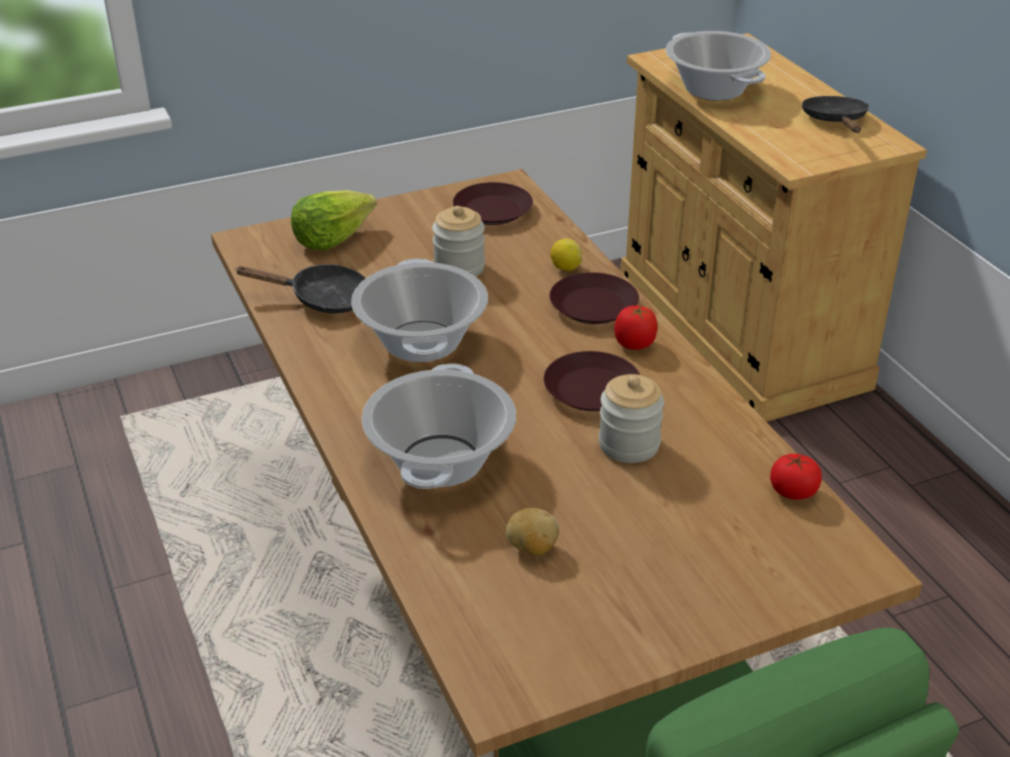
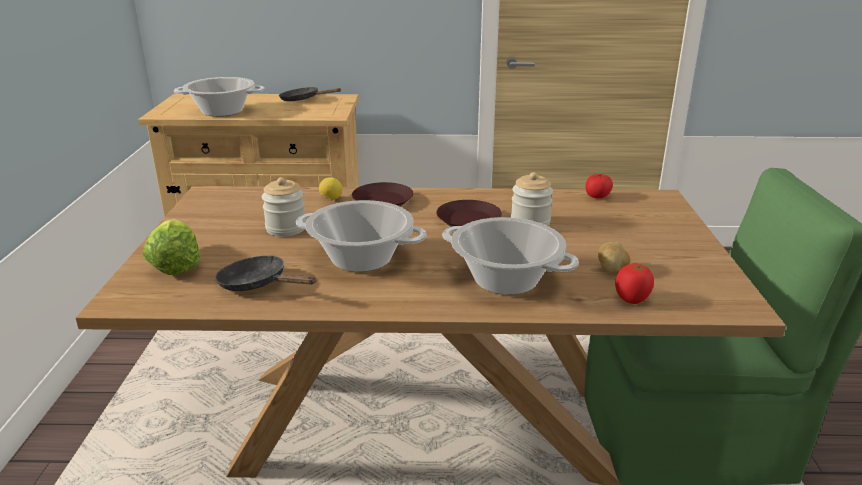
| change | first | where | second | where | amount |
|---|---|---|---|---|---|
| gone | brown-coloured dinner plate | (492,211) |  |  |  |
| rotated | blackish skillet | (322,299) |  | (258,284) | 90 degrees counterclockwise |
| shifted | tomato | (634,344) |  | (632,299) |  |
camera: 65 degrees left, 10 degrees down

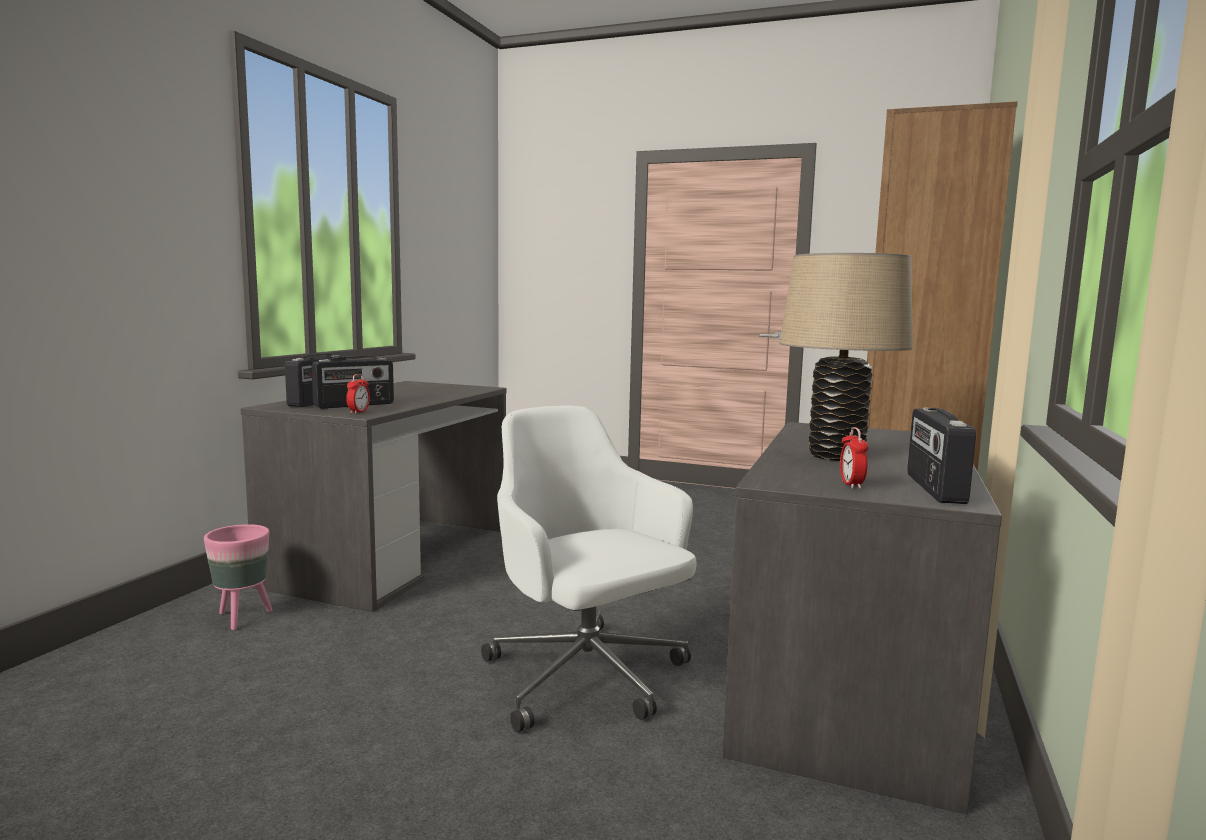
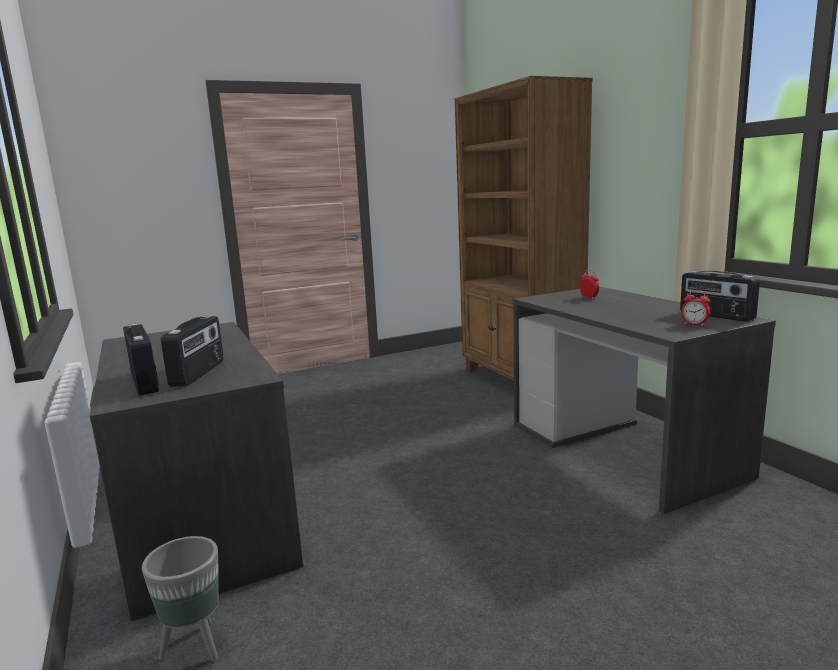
| change | first | where | second | where | amount |
|---|---|---|---|---|---|
| gone | beige-coloured lamp for a table | (836,456) |  |  |  |
| shifted | alarm clock | (358,412) |  | (589,298) |  |
| gone | white computer chair | (587,678) |  |  |  |
| repainted | pink plant pot | (242,618) | gray plant pot | (196,646) |  |
camera: 45 degrees left, 5 degrees up

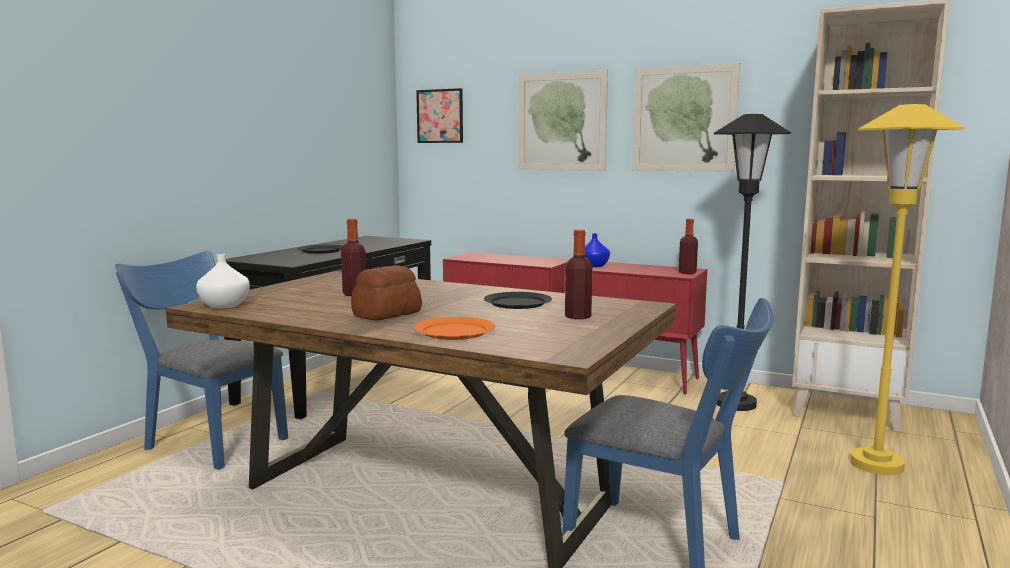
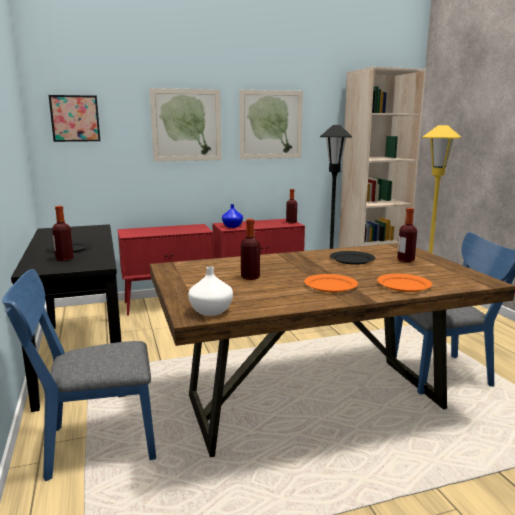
| change | first | where | second | where | amount |
|---|---|---|---|---|---|
| swapped | bakery bread | (386,314) | orange dinner plate | (330,285) |  |
| new |  |  | bottle | (64,259) |  |
camera: 45 degrees left, 5 degrees up

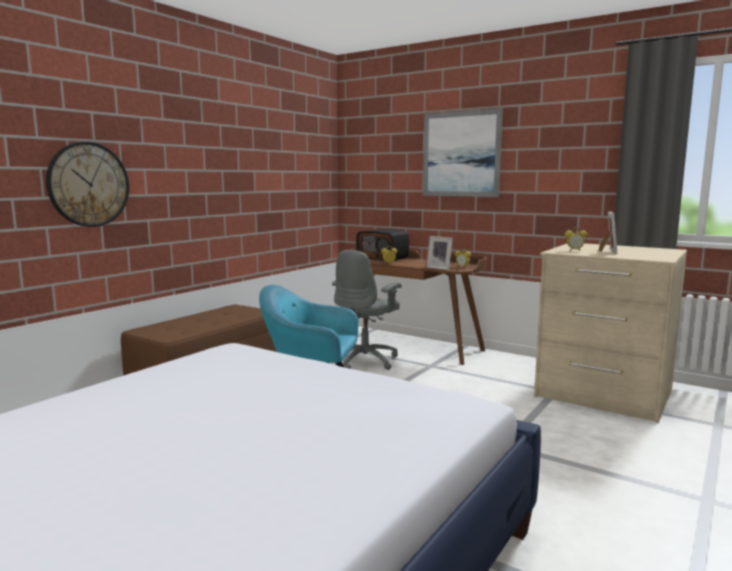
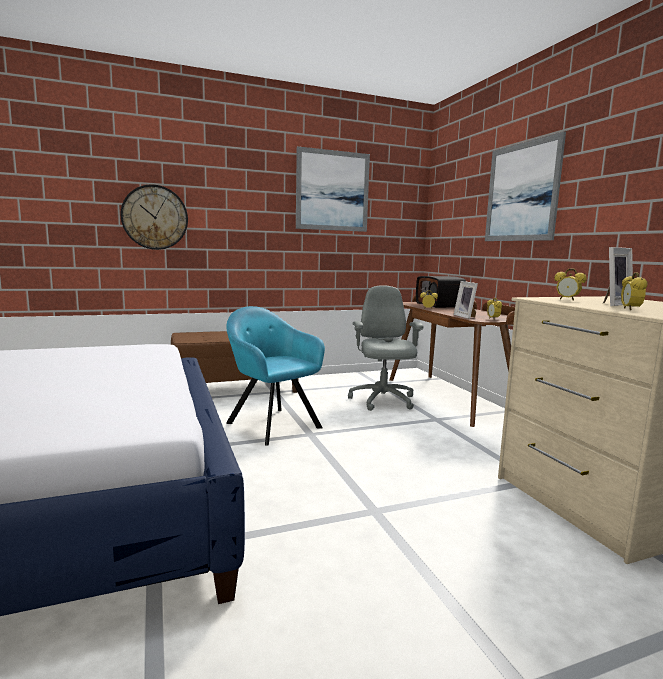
| change | first | where | second | where | amount |
|---|---|---|---|---|---|
| rotated | gray computer chair | (365,361) |  | (382,401) | 105 degrees clockwise |
| new |  |  | wall picture | (332,191) |  |
| new |  |  | alarm clock | (630,309) |  |
camera: 35 degrees right, 0 degrees up

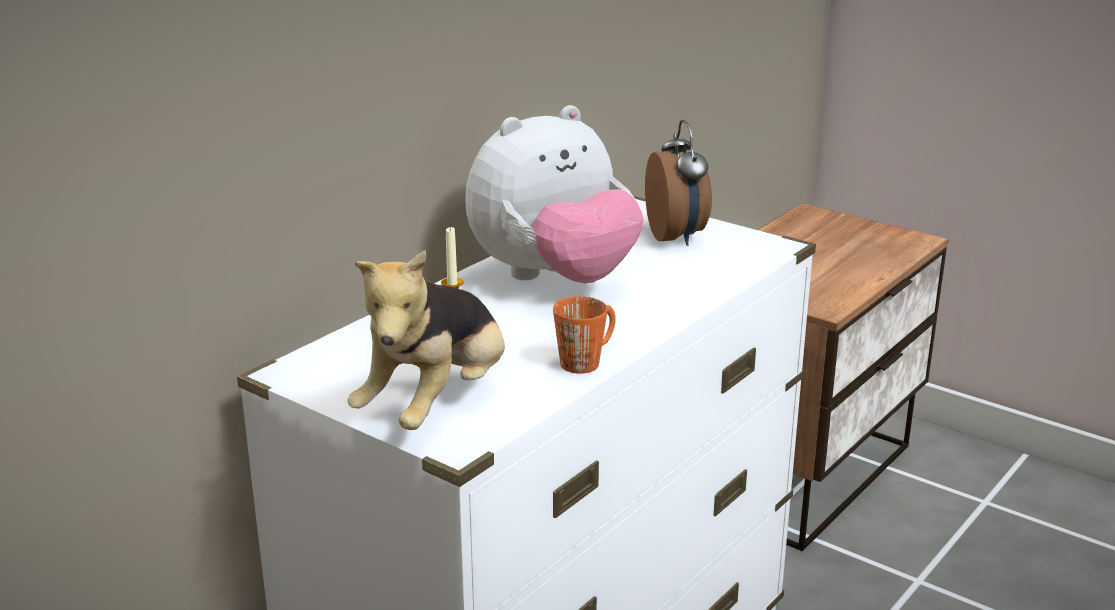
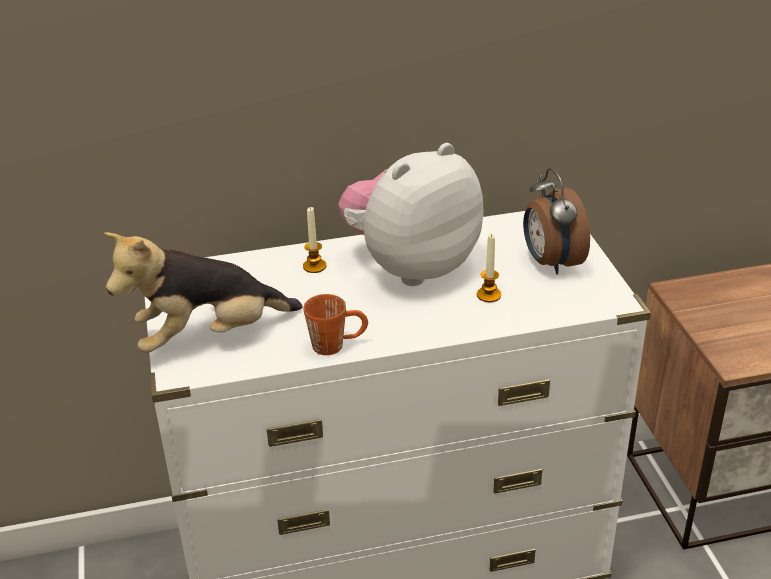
| change | first | where | second | where | amount |
|---|---|---|---|---|---|
| rotated | cuddly toy | (554,279) |  | (411,266) | 135 degrees clockwise |
| rotated | alarm clock | (677,237) |  | (550,262) | 135 degrees clockwise |
| new |  |  | wax light | (488,295) |  |
camera: 40 degrees right, 10 degrees up

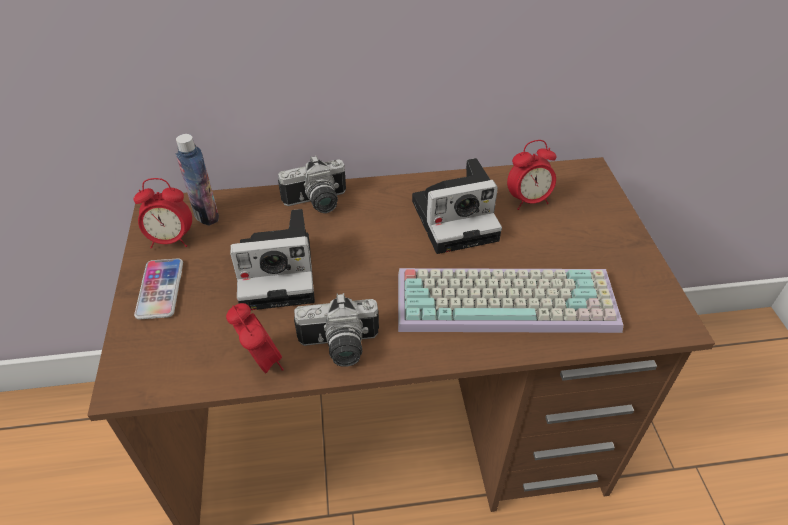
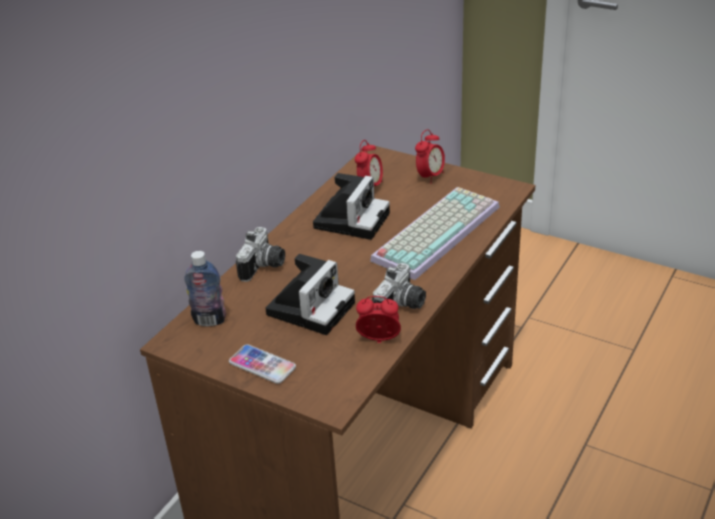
| change | first | where | second | where | amount |
|---|---|---|---|---|---|
| shifted | alarm clock | (171,240) |  | (430,177) |  |
camera: 50 degrees left, 10 degrees down

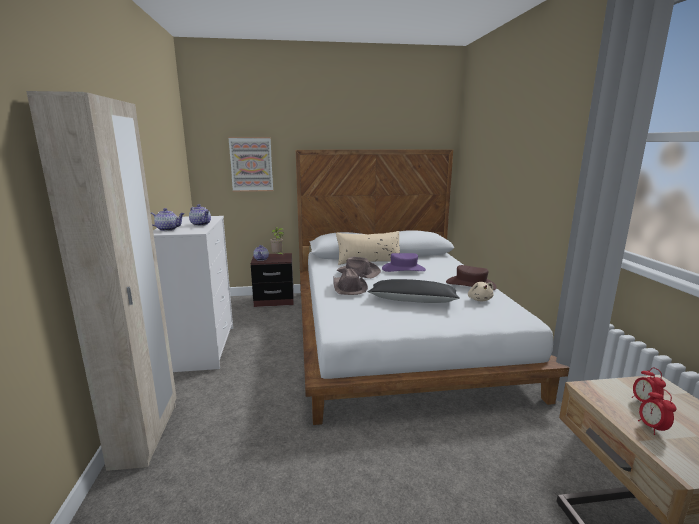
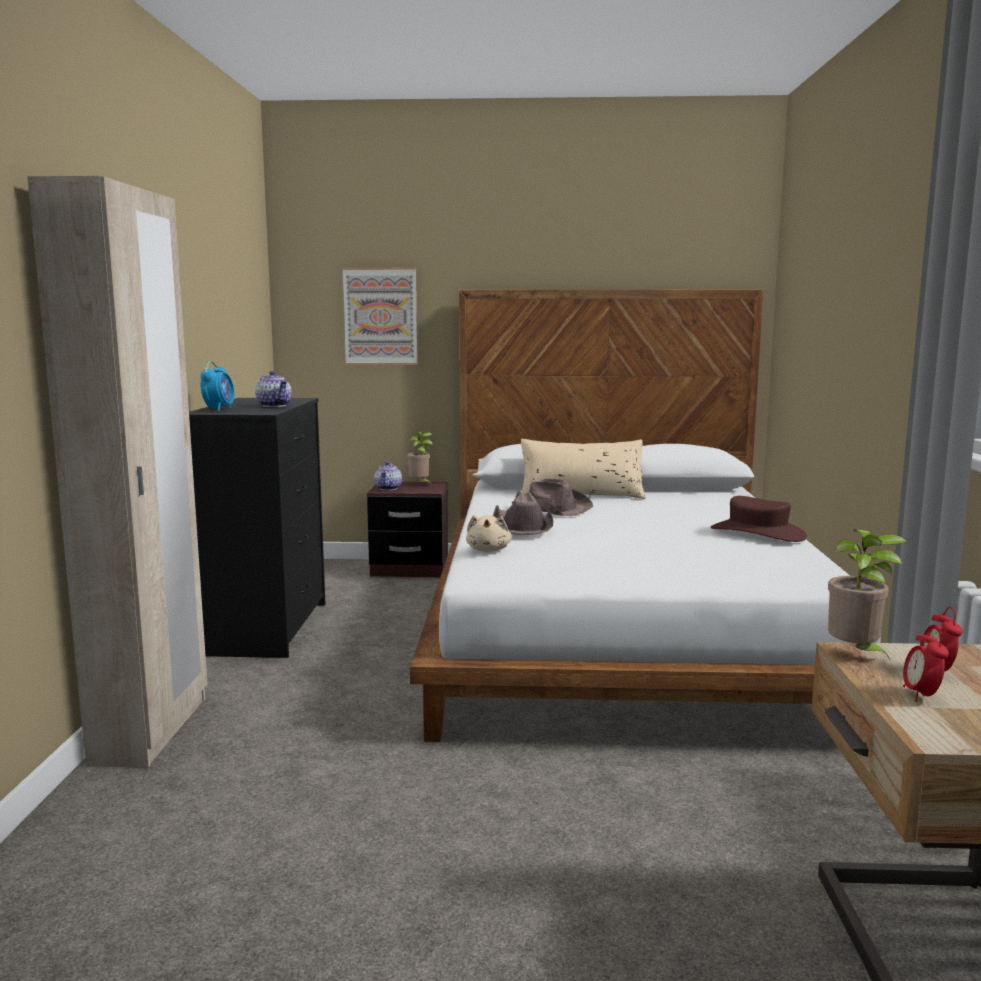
| change | first | where | second | where | amount |
|---|---|---|---|---|---|
| swapped | teapot | (168,229) | alarm clock | (219,409) |  |
| repainted | white dresser | (203,347) | blackish dresser | (267,627) |  |
| gone | purple clothing hat | (403,269) |  |  |  |
| gone | blackish cushion | (412,300) |  |  |  |
| shifted | beige-coloured cuddly toy | (479,299) |  | (488,550) |  |
| new |  |  | plant in a pot | (856,655) |  |
camera: 10 degrees right, 5 degrees down

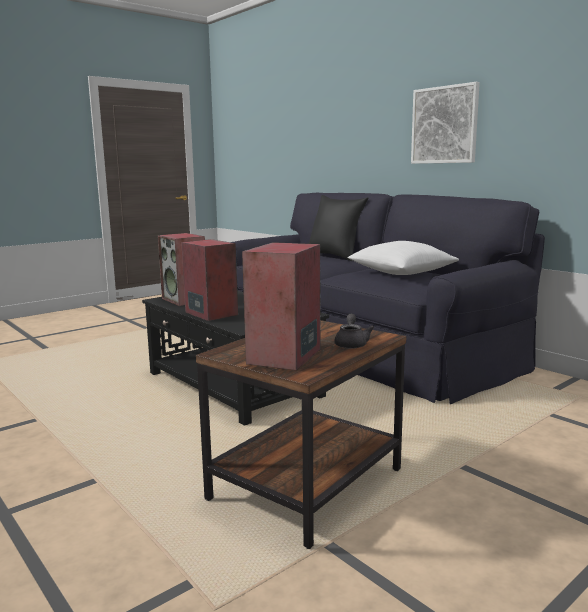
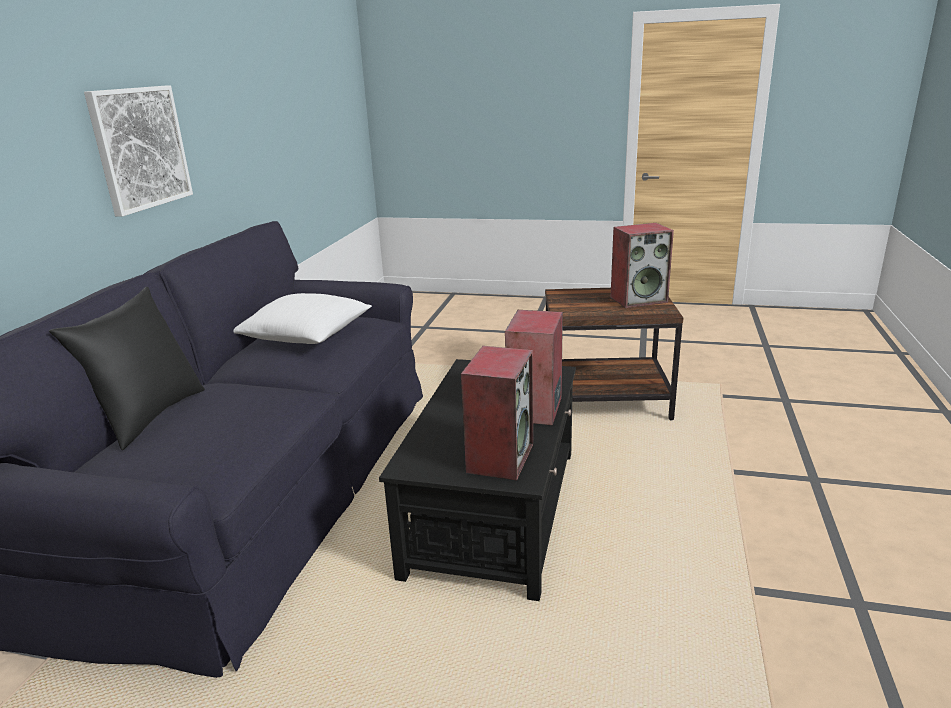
| change | first | where | second | where | amount |
|---|---|---|---|---|---|
| gone | gray teapot | (351,343) |  |  |  |
camera: 125 degrees left, 10 degrees up

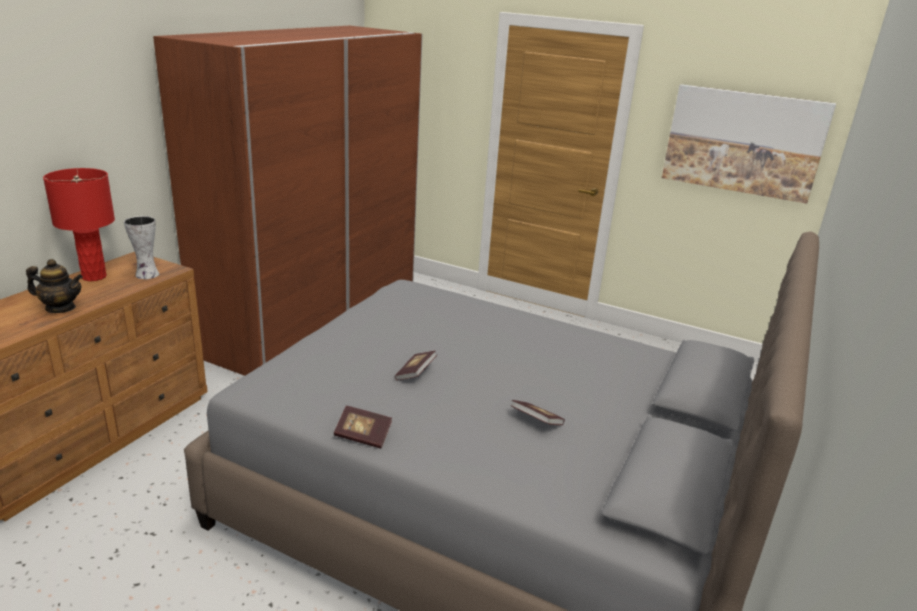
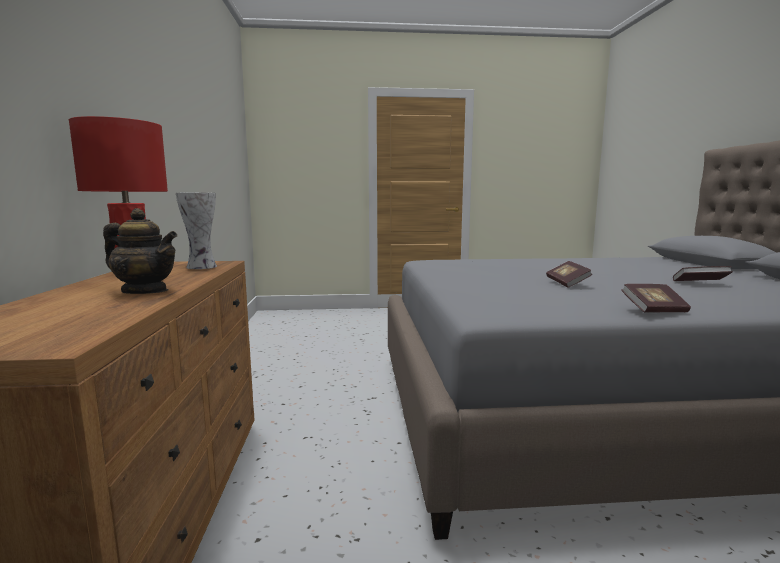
| change | first | where | second | where | amount |
|---|---|---|---|---|---|
| gone | brown-coloured wardrobe | (314,316) |  |  |  |
| gone | wall picture | (743,142) |  |  |  |
| rotated | teapot | (60,308) |  | (145,291) | 45 degrees clockwise |
camera: 30 degrees left, 15 degrees down

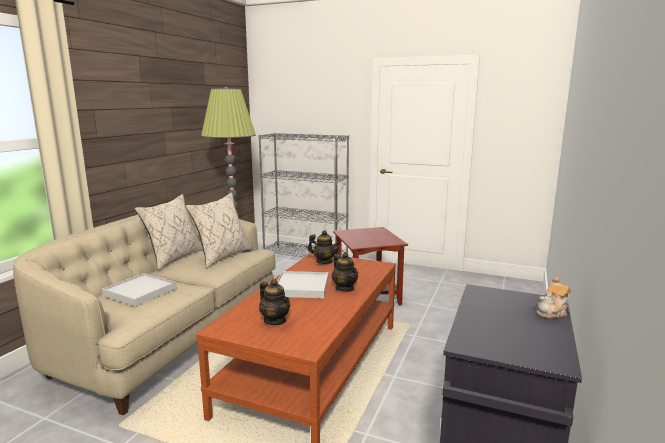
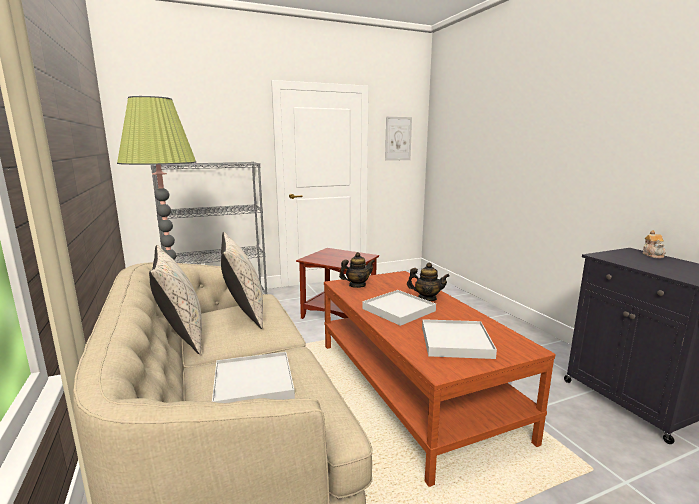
| change | first | where | second | where | amount |
|---|---|---|---|---|---|
| swapped | teapot | (275,320) | white serving tray | (455,342) |  |
| new |  |  | wall picture | (398,138) |  |
camera: 45 degrees left, 0 degrees up

